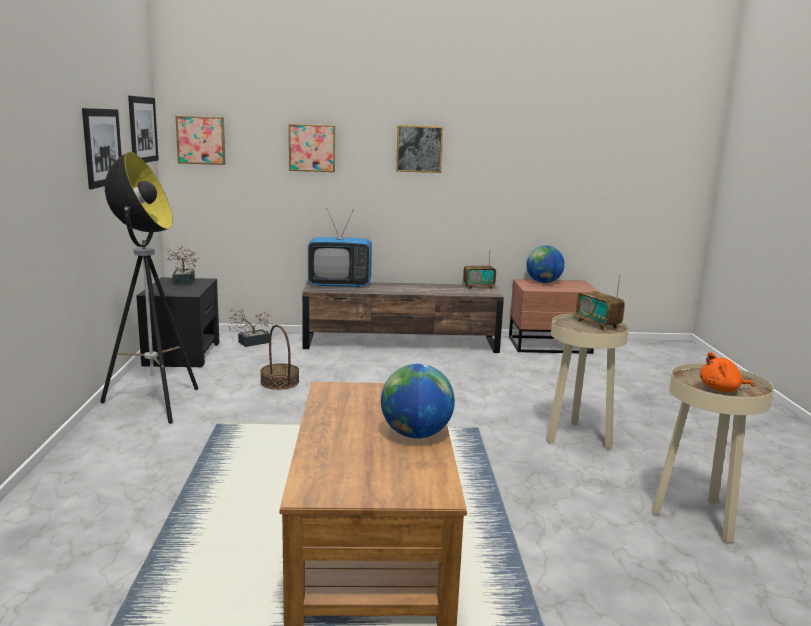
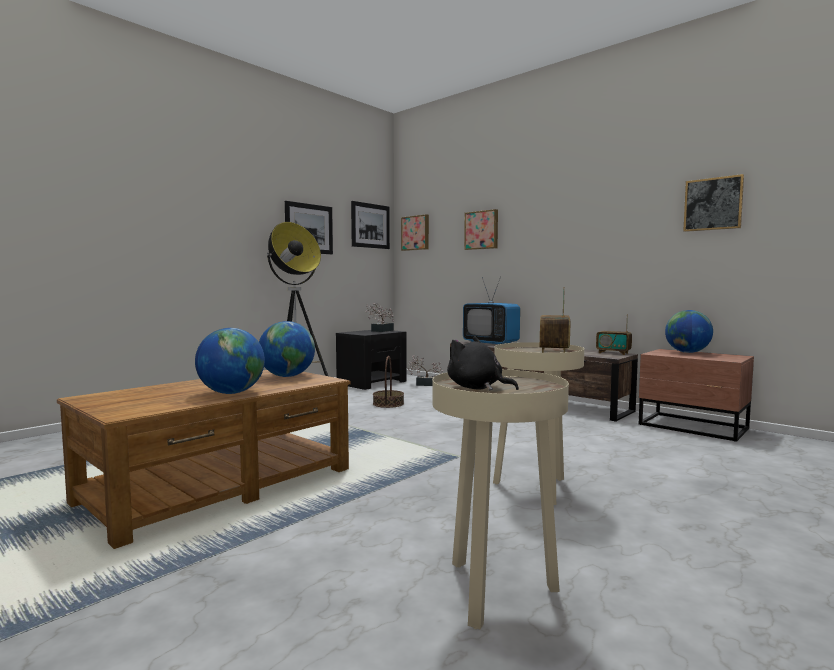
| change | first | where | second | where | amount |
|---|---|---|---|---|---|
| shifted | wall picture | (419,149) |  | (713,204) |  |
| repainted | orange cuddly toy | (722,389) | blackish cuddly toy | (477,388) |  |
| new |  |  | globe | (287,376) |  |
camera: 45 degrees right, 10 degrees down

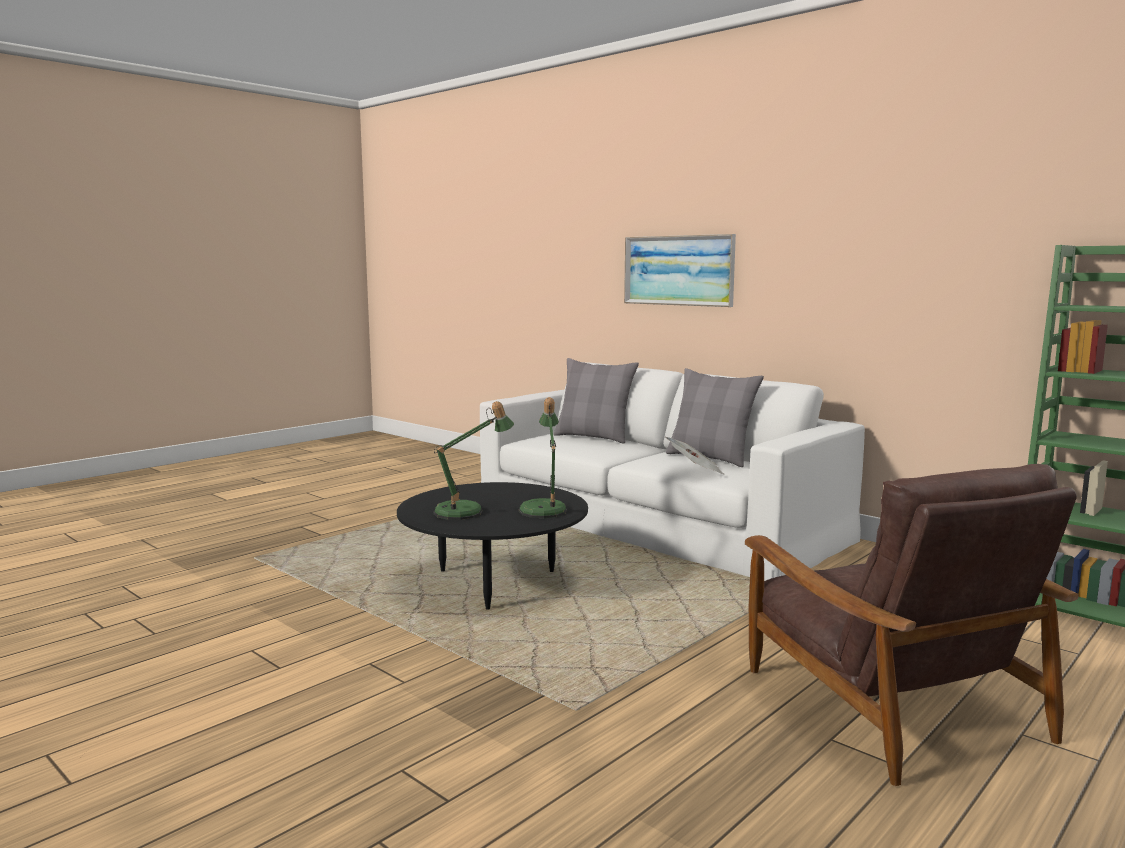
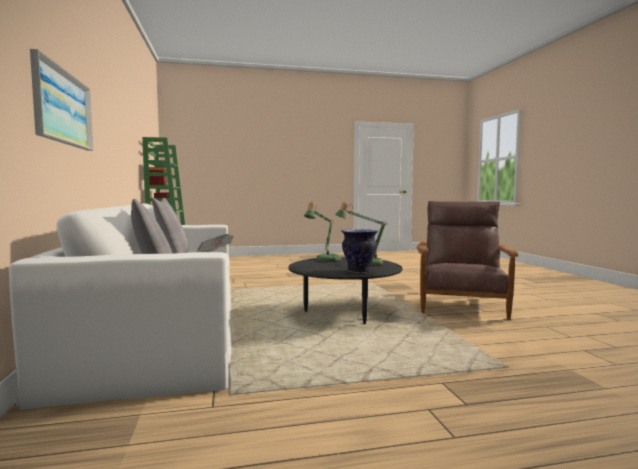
| change | first | where | second | where | amount |
|---|---|---|---|---|---|
| shifted | brown-coloured armchair | (888,702) |  | (461,304) |  |
| new |  |  | vase | (359,271) |  |
camera: 145 degrees left, 5 degrees down

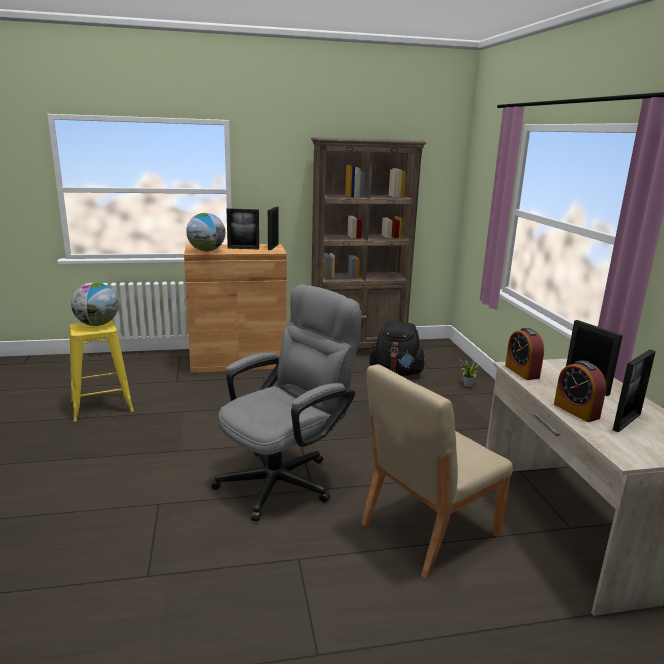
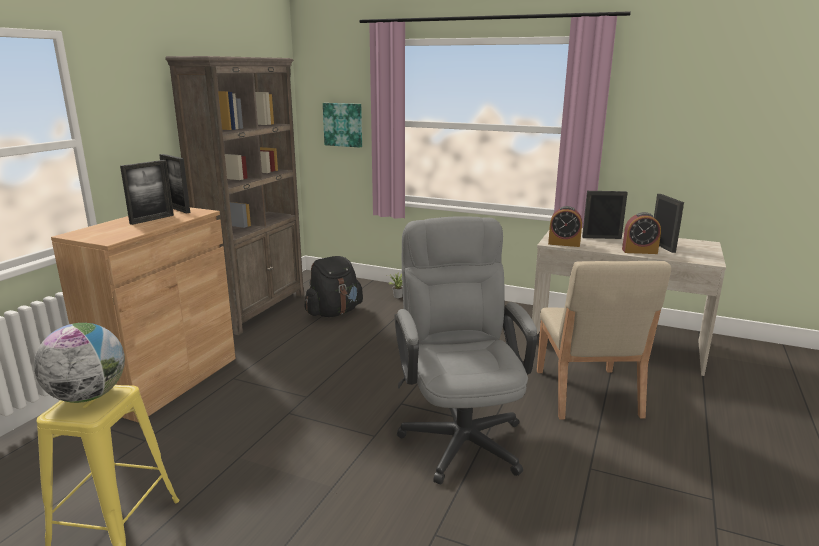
| change | first | where | second | where | amount |
|---|---|---|---|---|---|
| gone | globe | (206,251) |  |  |  |
| new |  |  | wall picture | (343,124) |  |
camera: 55 degrees left, 0 degrees up

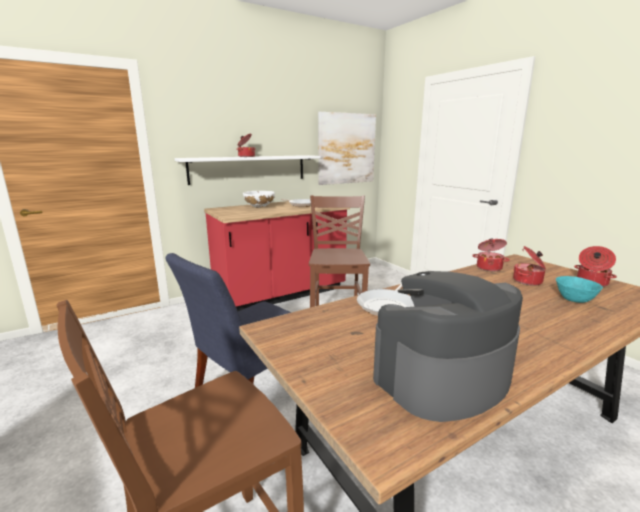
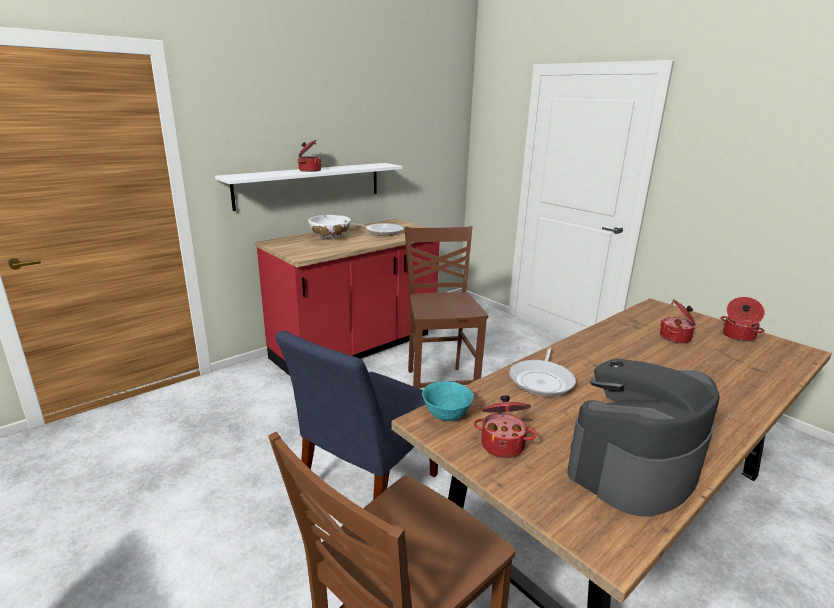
| change | first | where | second | where | amount |
|---|---|---|---|---|---|
| gone | wall picture | (346,149) |  |  |  |
| shifted | cooking pot | (489,267) |  | (502,444) |  |
| shifted | blue-green bowl | (574,300) |  | (446,416) |  |
camera: 10 degrees left, 5 degrees up

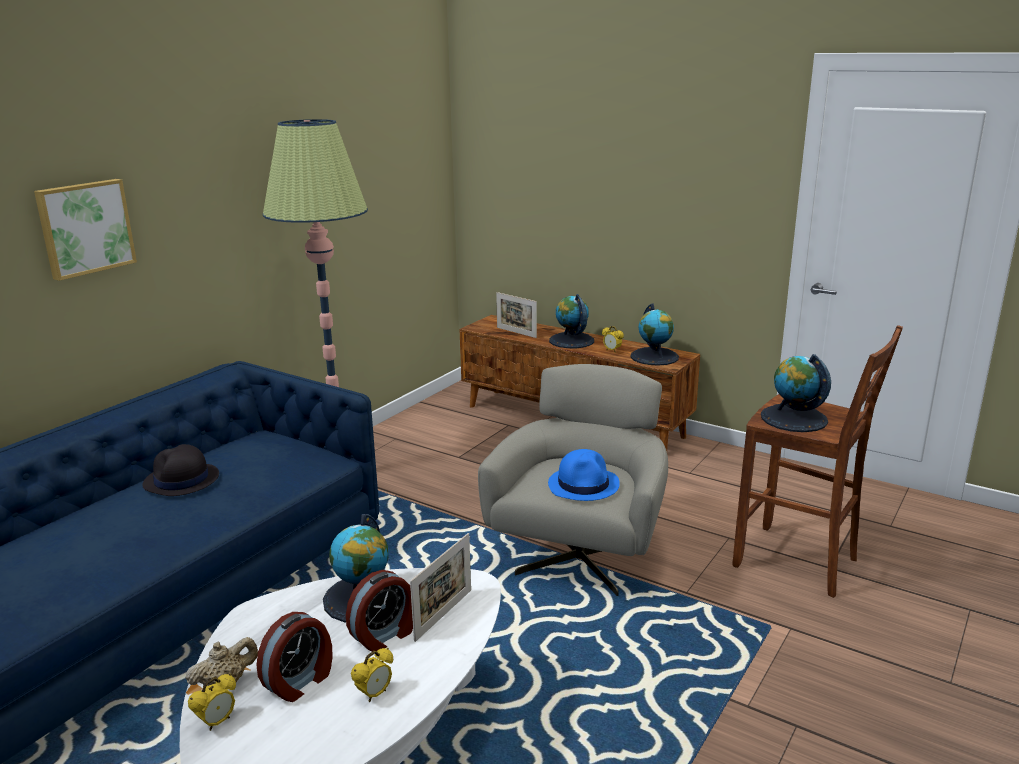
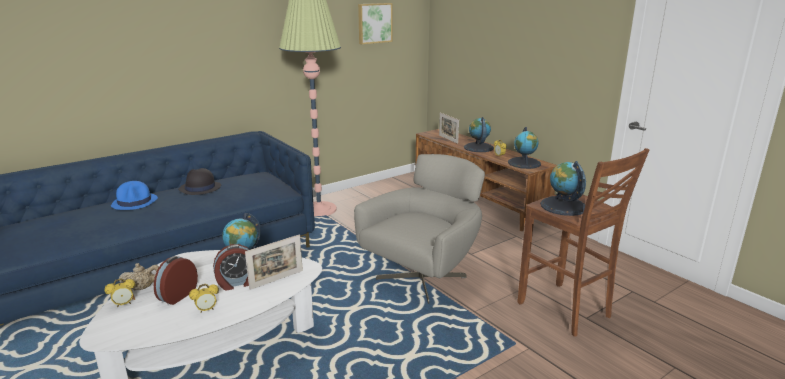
| change | first | where | second | where | amount |
|---|---|---|---|---|---|
| shifted | wall picture | (85,228) |  | (374,23) |  |
| shifted | blue-coloured clothing hat | (584,484) |  | (135,202) |  |
| rotated | alarm clock | (300,682) |  | (177,295) | 150 degrees clockwise |
camera: 20 degrees right, 0 degrees up

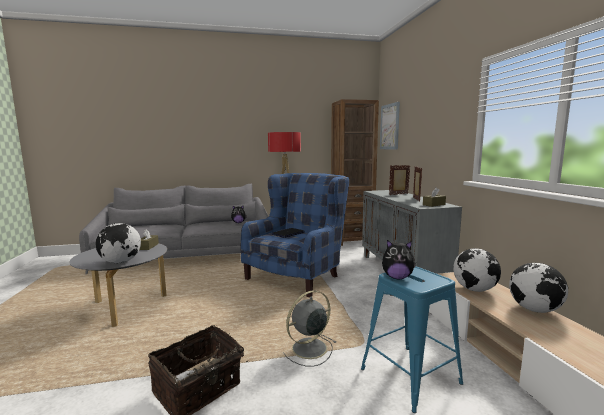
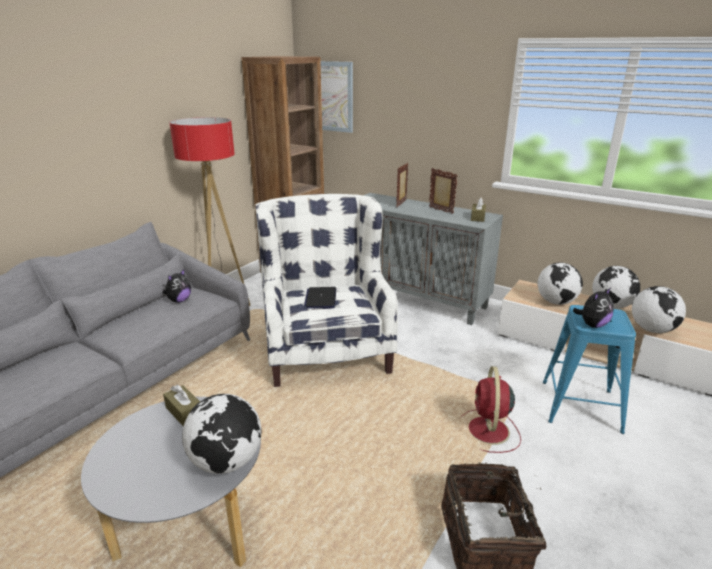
| change | first | where | second | where | amount |
|---|---|---|---|---|---|
| repainted | blue-coloured armchair | (298,275) | white armchair | (326,349) |  |
| repainted | gray fan | (308,349) | reddish fan | (488,431) |  |
| new |  |  | globe | (652,329) |  |
camera: 45 degrees left, 15 degrees up

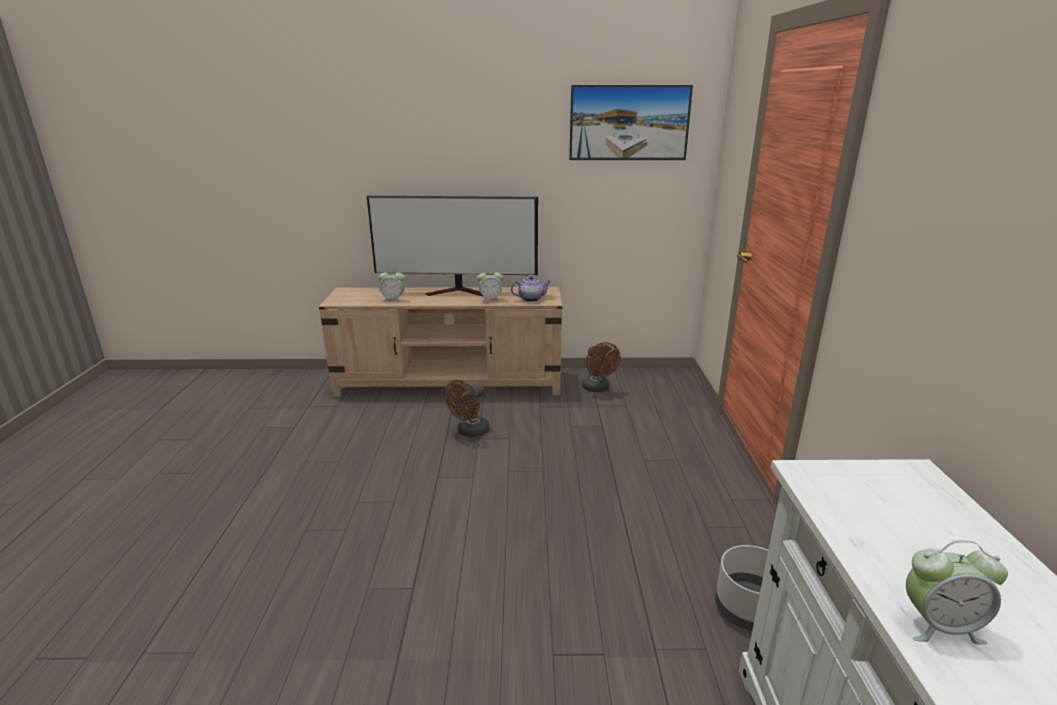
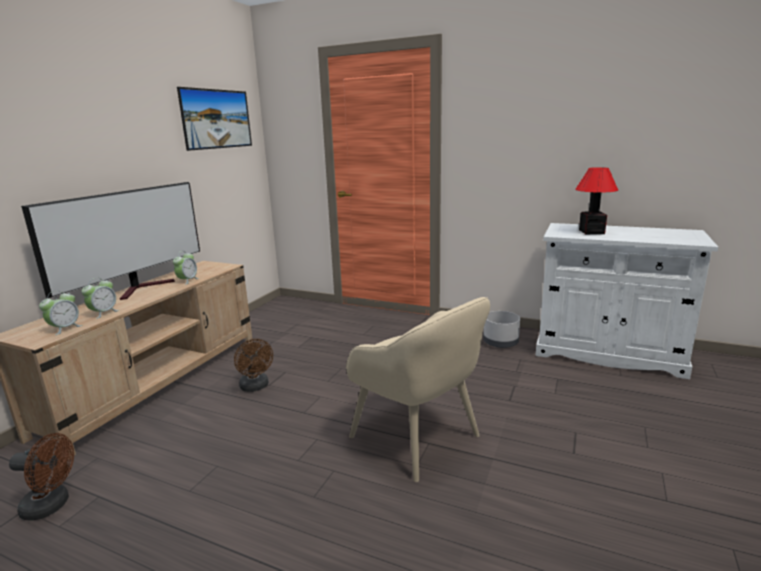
| change | first | where | second | where | amount |
|---|---|---|---|---|---|
| gone | teapot | (531,299) |  |  |  |
| shifted | brown-coloured fan | (598,389) |  | (52,505) |  |
| shifted | alarm clock | (939,626) |  | (65,329) |  |
| new |  |  | lamp for a table | (591,232) |  |
| new |  |  | beige-coloured armchair | (416,437) |  |
camera: 65 degrees left, 5 degrees down

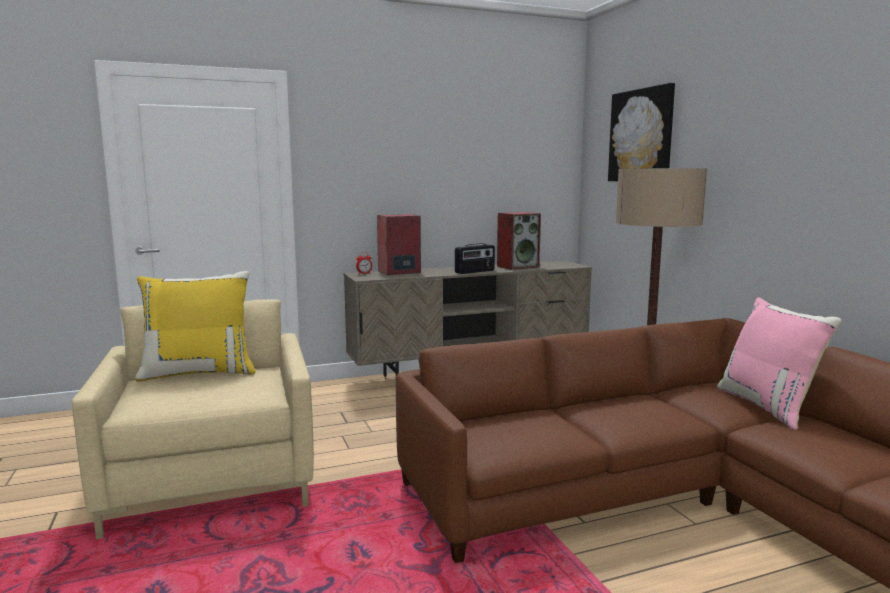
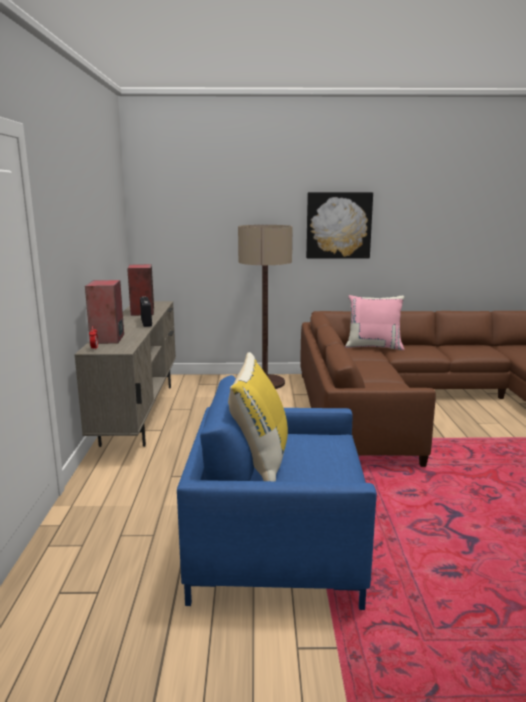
| change | first | where | second | where | amount |
|---|---|---|---|---|---|
| shifted | wall picture | (641,136) |  | (338,225) |  |
| repainted | beige-coloured armchair | (212,480) | blue-coloured armchair | (276,548) |  |
camera: 70 degrees left, 5 degrees up

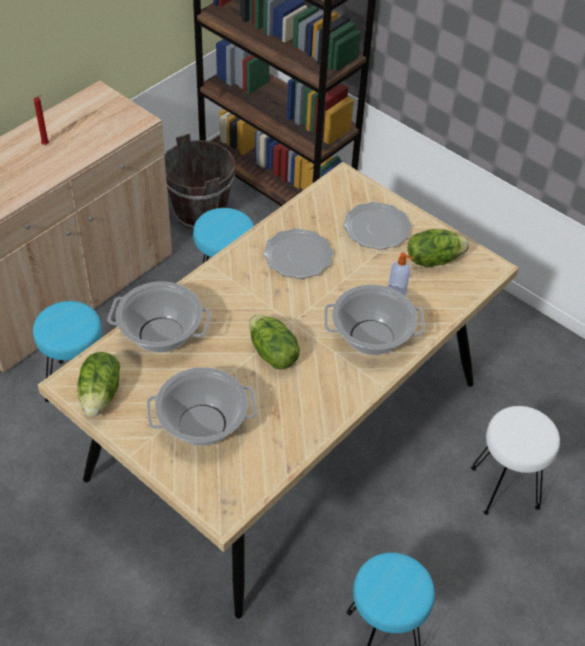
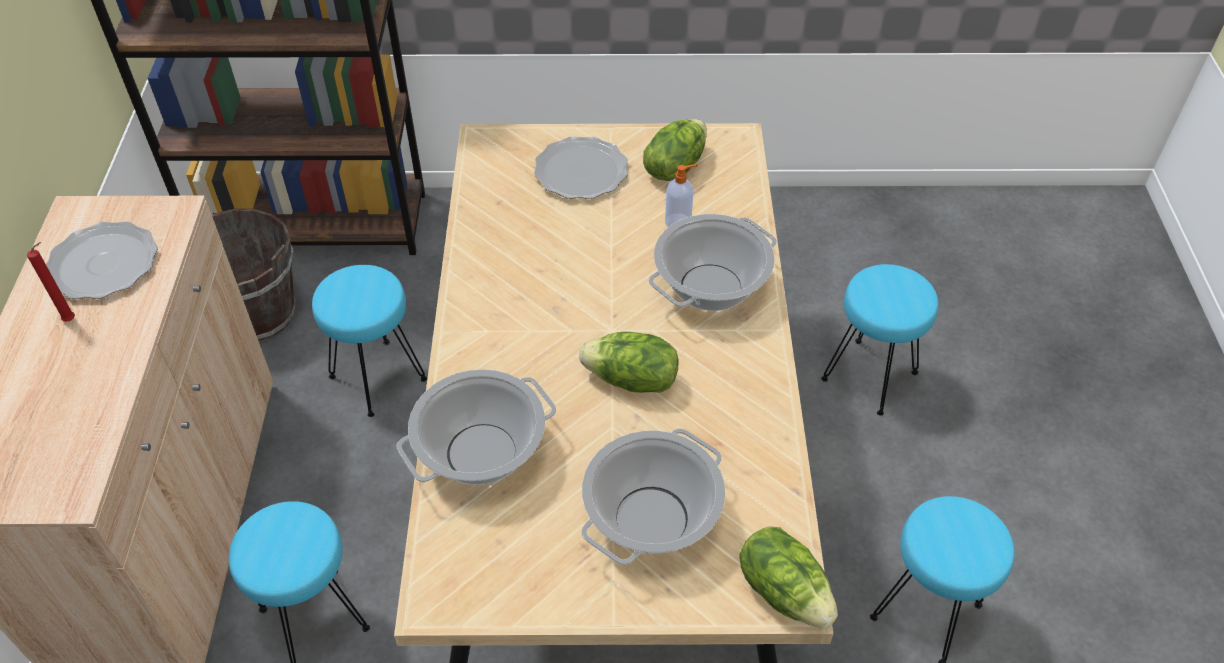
| change | first | where | second | where | amount |
|---|---|---|---|---|---|
| shifted | dinner plate | (297,256) |  | (102,264) |  |
| shifted | lettuce head | (101,394) |  | (784,591) |  |
| repainted | white stool seat | (504,488) | blue-green stool seat | (870,377) |  |
camera: 40 degrees left, 0 degrees up

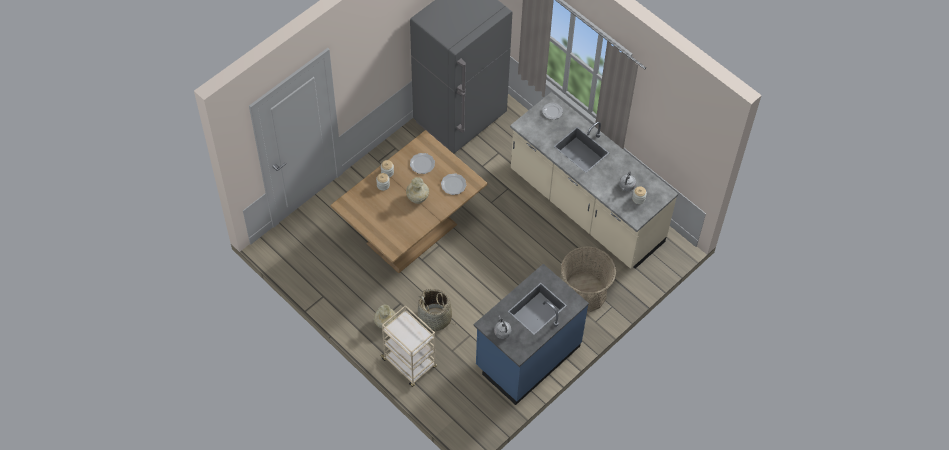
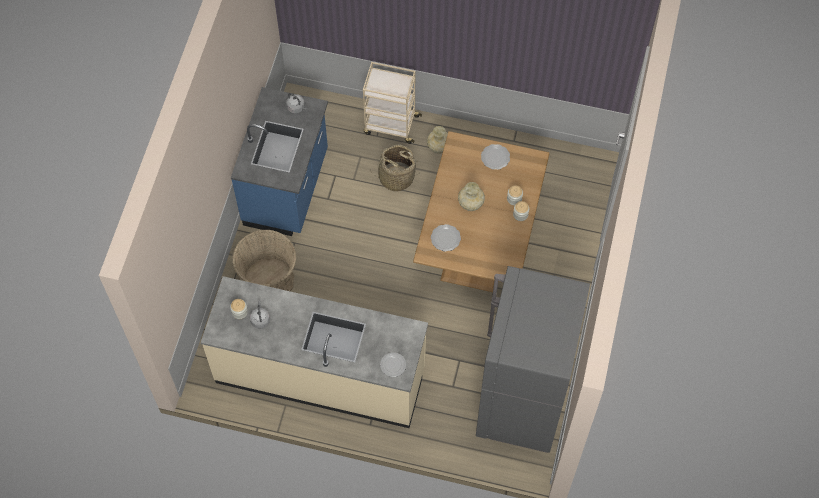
| change | first | where | second | where | amount |
|---|---|---|---|---|---|
| shifted | dinner plate | (422,164) |  | (495,157) |  |
camera: 150 degrees right, 5 degrees up

